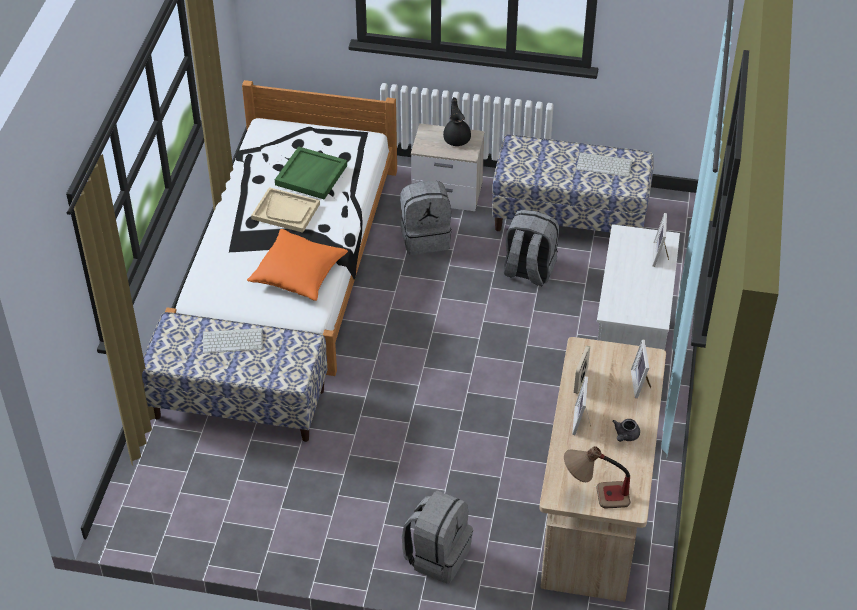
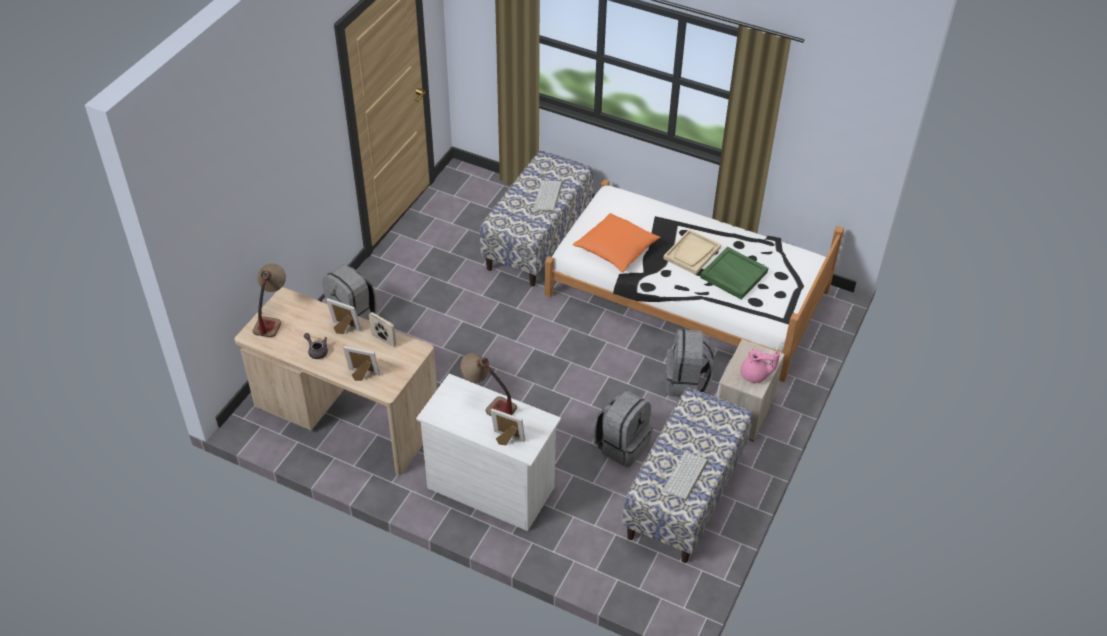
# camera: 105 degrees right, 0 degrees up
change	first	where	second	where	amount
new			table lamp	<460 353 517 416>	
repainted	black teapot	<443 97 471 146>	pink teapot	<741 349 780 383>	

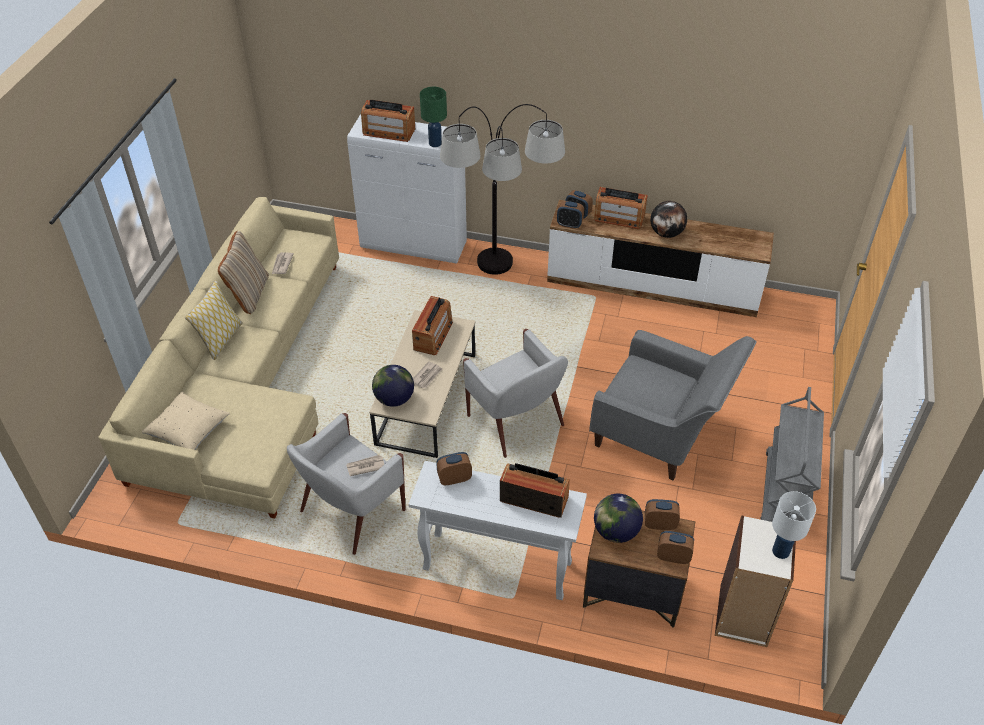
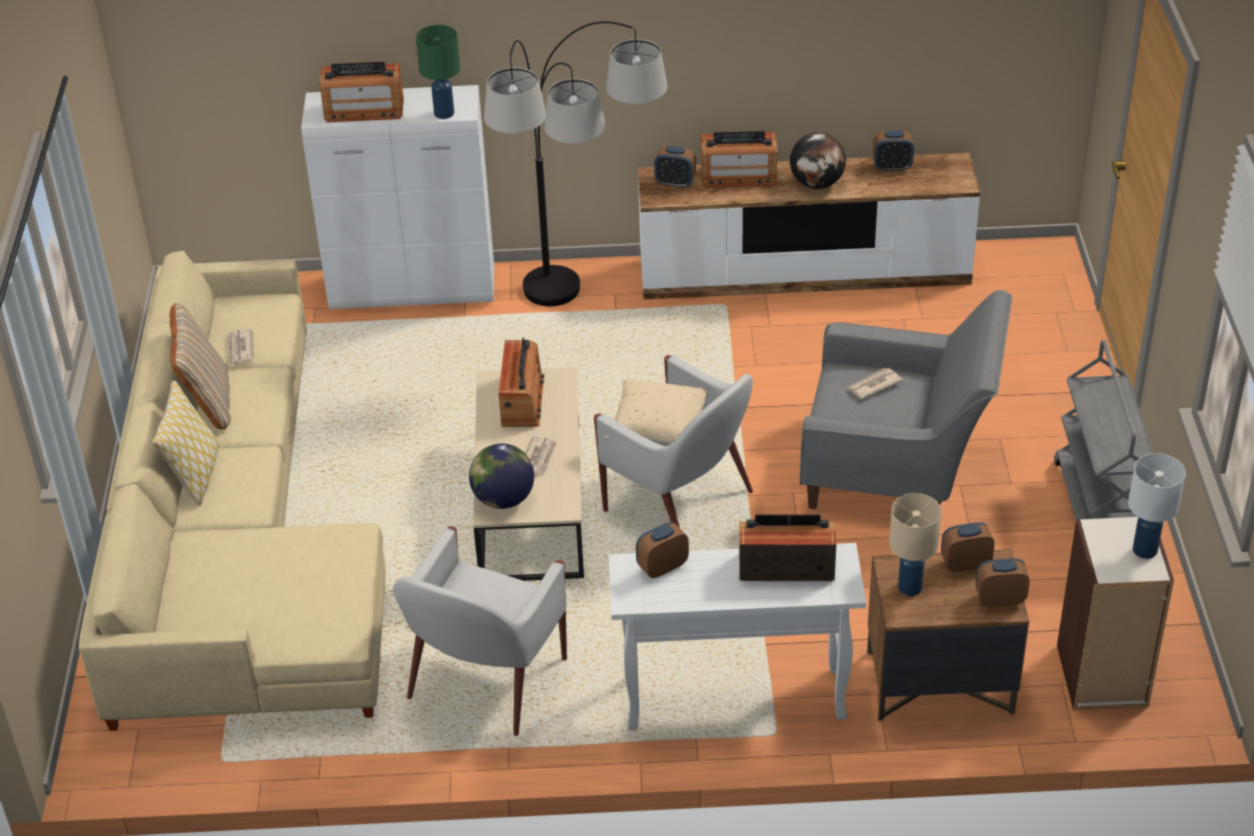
# camera: 15 degrees left, 5 degrees down
change	first	where	second	where	amount
shifted	beige pillow	<142 392 230 450>		<605 379 708 446>	
shifted	newspaper	<346 455 384 476>		<848 368 903 399>	
shifted	alarm clock	<557 201 584 229>		<873 131 914 172>	
swapped	globe	<594 494 643 543>	beige table lamp	<889 493 942 596>	

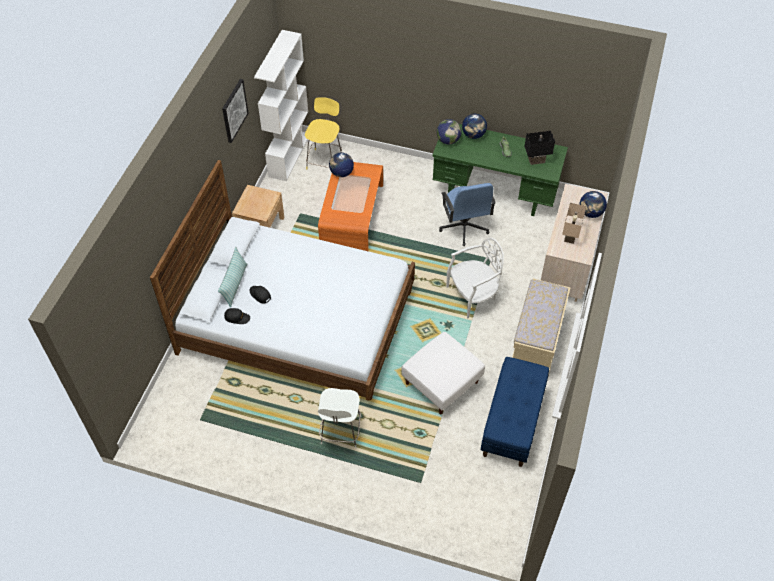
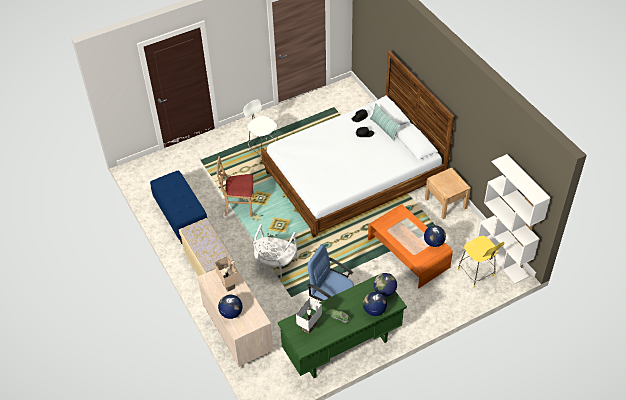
# camera: 135 degrees right, 5 degrees down
change	first	where	second	where	amount
swapped	white ottoman	<401 332 485 414>	beige chair	<216 156 254 217>	
repainted	black table lamp	<524 131 555 165>	white table lamp	<296 298 322 334>	
gone	picture	<222 79 249 143>			

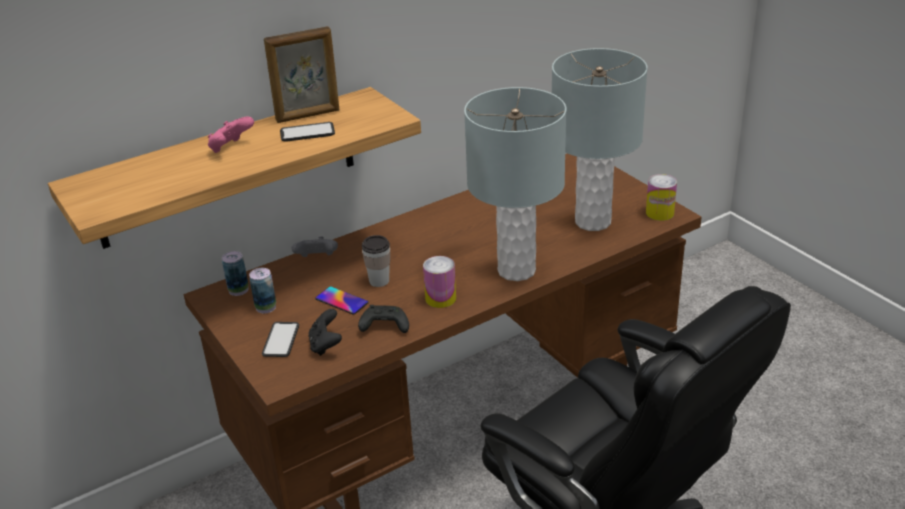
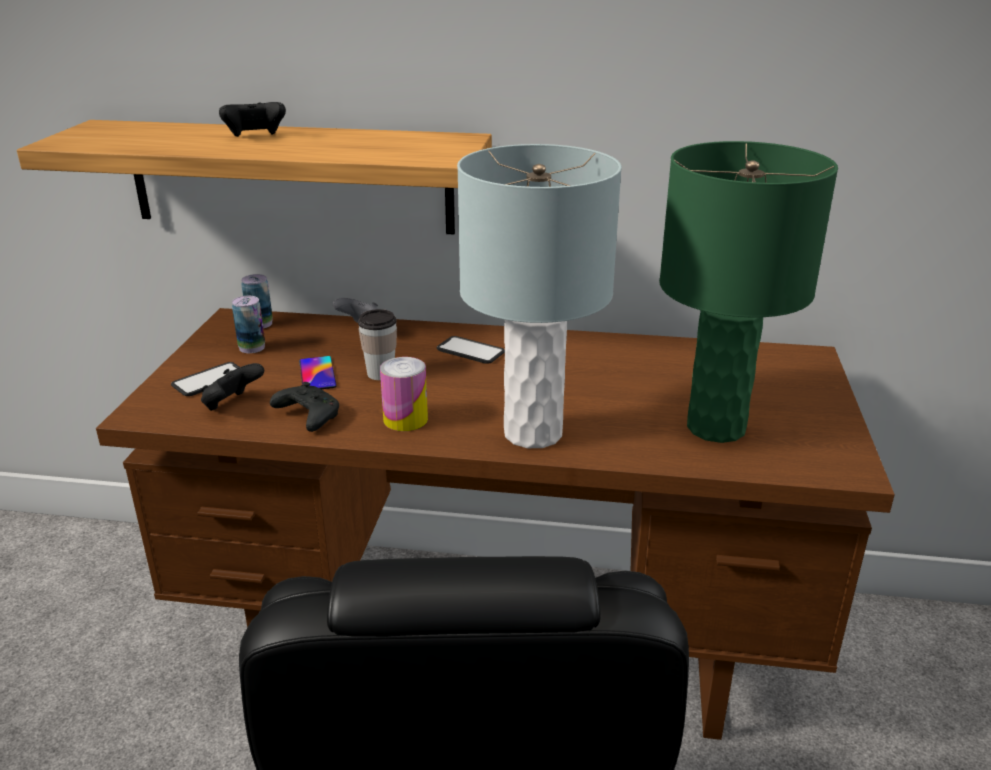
# camera: 40 degrees right, 5 degrees down
change	first	where	second	where	amount
repainted	pink game controller	<208 116 254 153>	black game controller	<219 102 286 137>	
shifted	phone	<280 122 335 142>		<437 336 505 364>	
repainted	grey table lamp	<552 48 648 231>	green table lamp	<659 141 838 443>	
gone	picture frame	<264 26 339 123>			
gone	can	<646 174 677 221>			

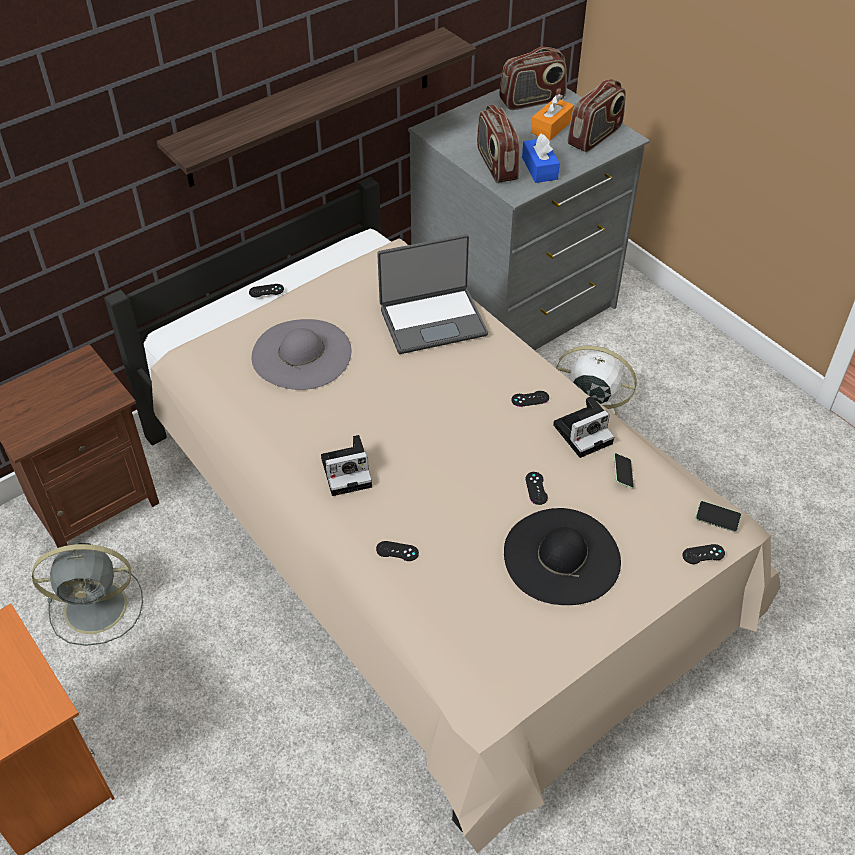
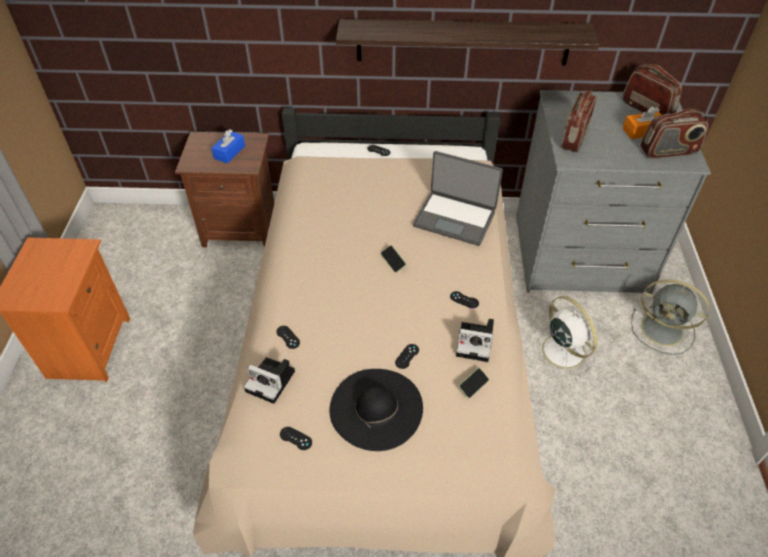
# camera: 40 degrees right, 0 degrees up
change	first	where	second	where	amount
shifted	blue tissue box	<522 133 560 183>		<211 129 245 164>	
shifted	photo camera	<321 435 372 496>		<244 357 295 404>	
shifted	black game controller	<683 544 725 564>		<280 427 312 450>	
shifted	phone	<695 501 742 532>		<381 245 406 273>	
rotated	radio	<499 47 567 110>		<622 64 682 115>	150 degrees counterclockwise
shifted	grey fan	<32 543 143 646>		<631 279 710 355>	
gone	grey hat	<251 319 351 390>			

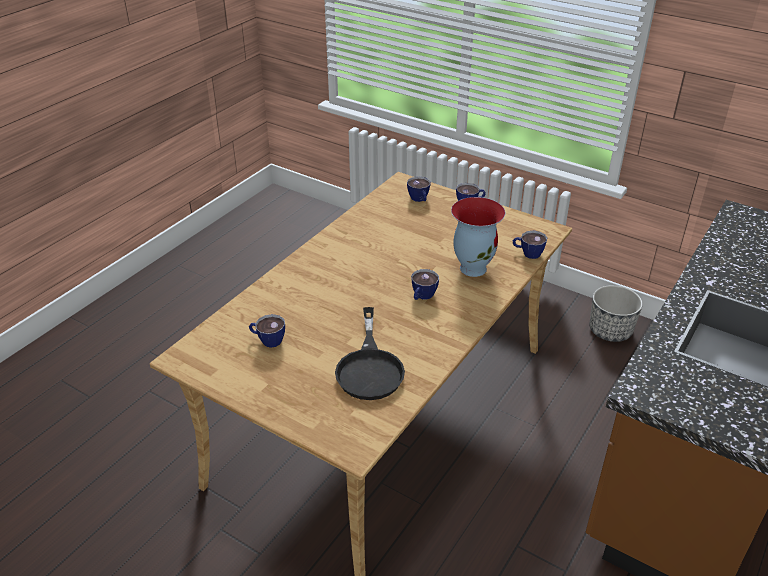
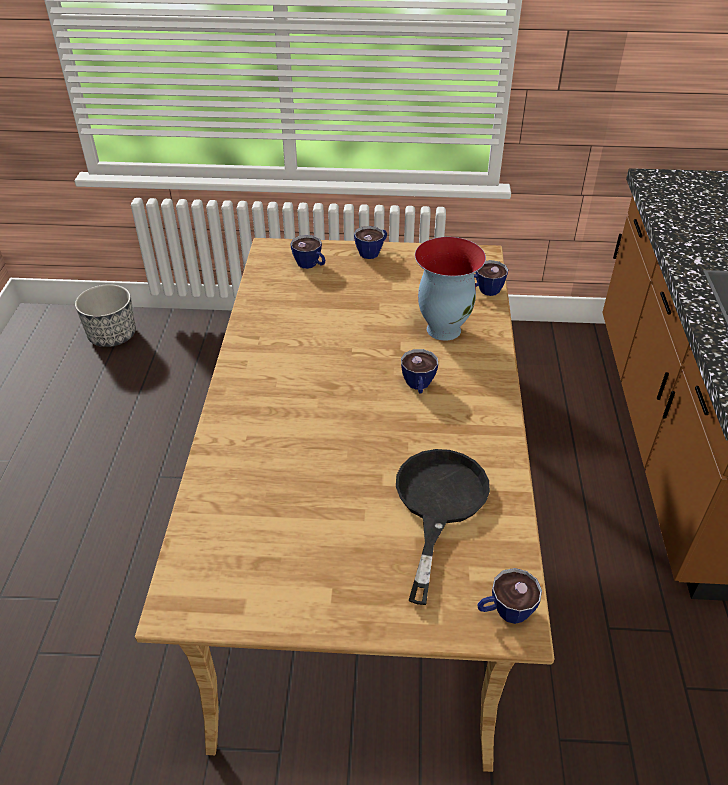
# camera: 30 degrees left, 5 degrees up
change	first	where	second	where	amount
shifted	planter	<589 285 643 342>		<75 284 136 347>	
rotated	black frying pan	<335 307 405 400>		<396 449 490 605>	135 degrees counterclockwise
shifted	cup	<249 314 285 348>		<477 568 542 624>	

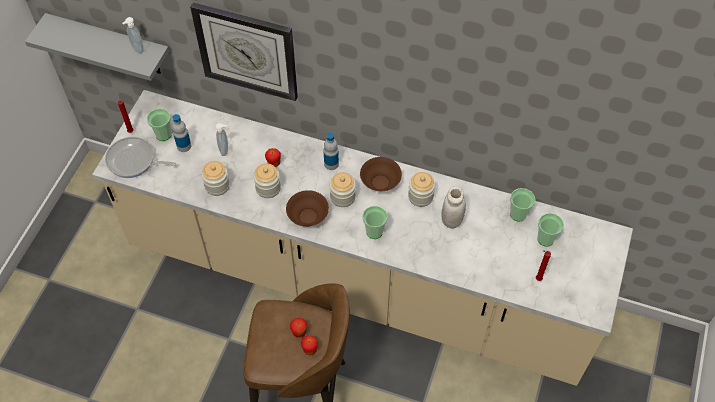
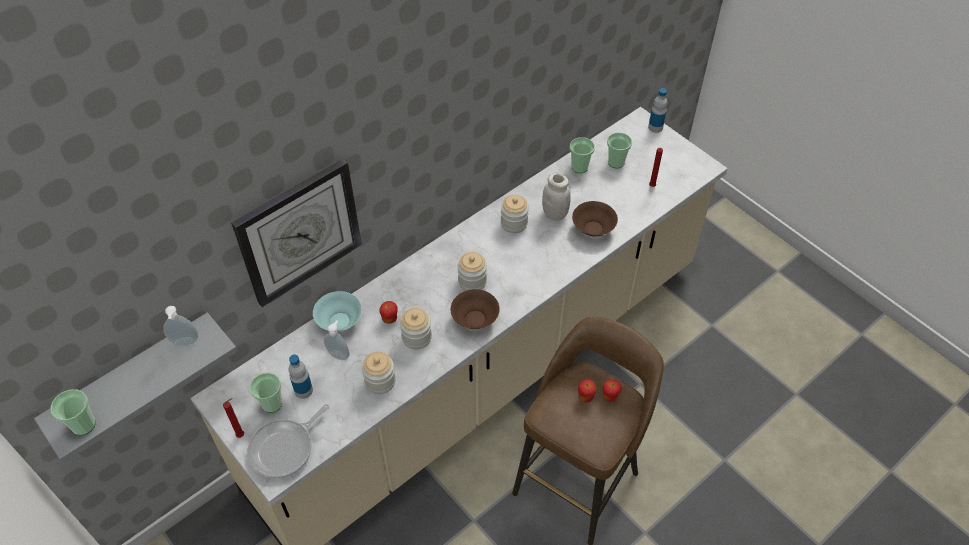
# camera: 60 degrees left, 5 degrees down
change	first	where	second	where	amount
shifted	cup	<362 206 388 239>		<50 389 96 435>	
new			turquoise bowl	<313 291 362 331>	
shifted	brown bowl	<360 157 402 191>		<572 201 618 236>	
shifted	bottle	<323 132 339 170>		<648 88 667 133>	

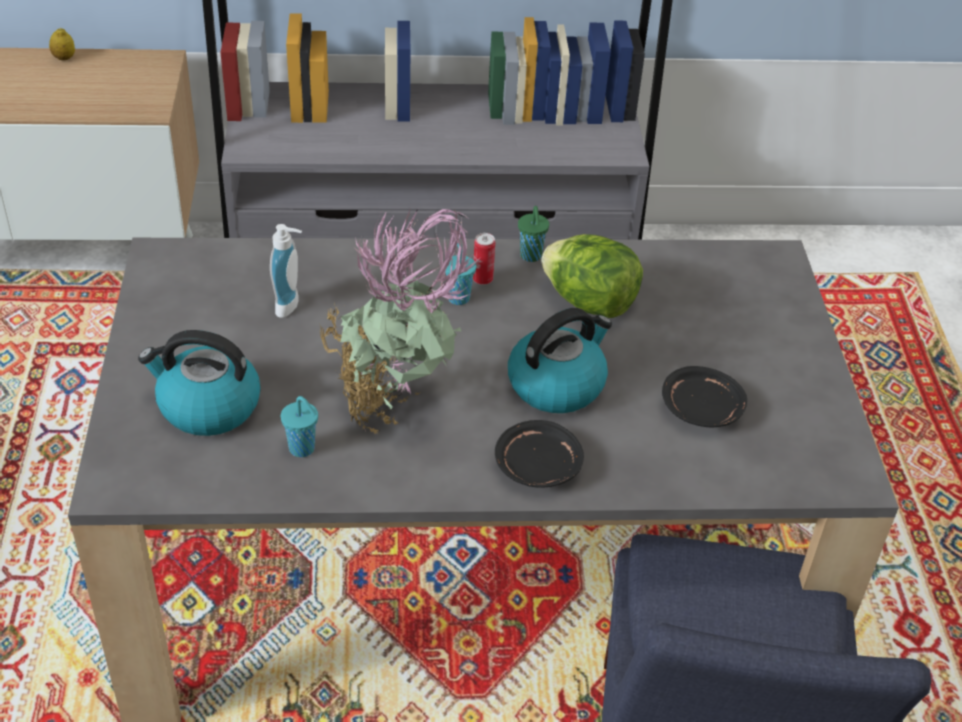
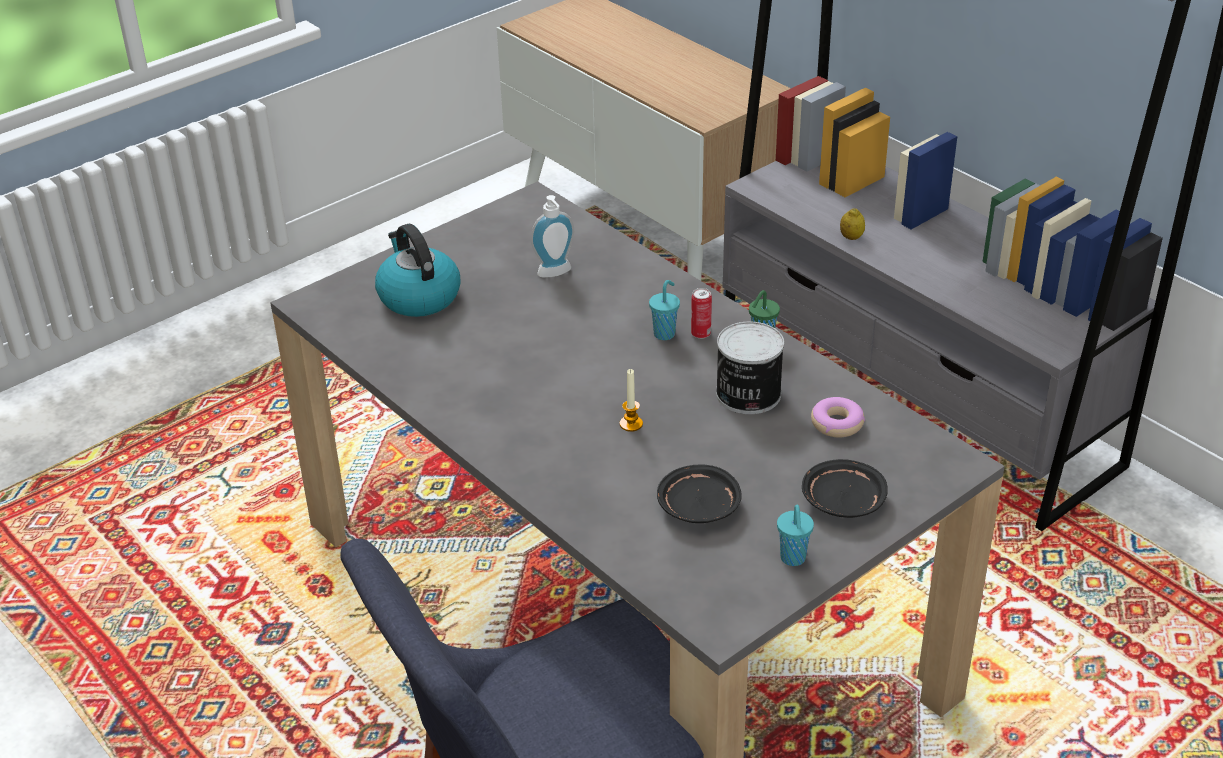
# camera: 55 degrees right, 5 degrees down
change	first	where	second	where	amount
swapped	kettle	<508 308 612 413>	candle	<620 369 643 432>	
swapped	lettuce	<541 234 643 318>	can	<716 322 784 414>	
shifted	turquoise cup	<281 396 318 457>		<777 505 814 566>	
shifted	black plate	<495 420 584 487>		<802 459 888 518>	
new			donut	<811 397 865 437>	
shifted	lemon	<49 28 75 60>		<840 208 865 240>	
gone	potted plant	<319 208 480 434>			

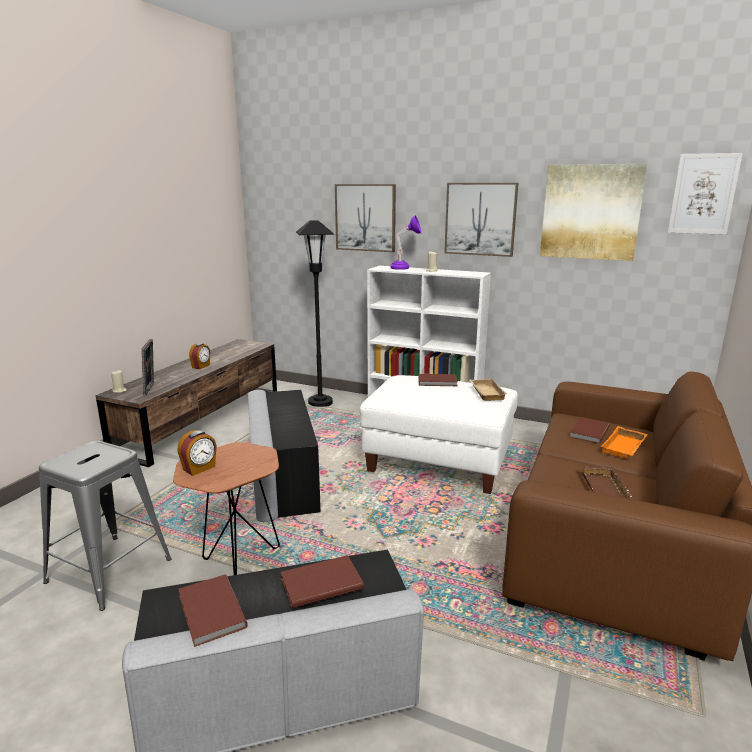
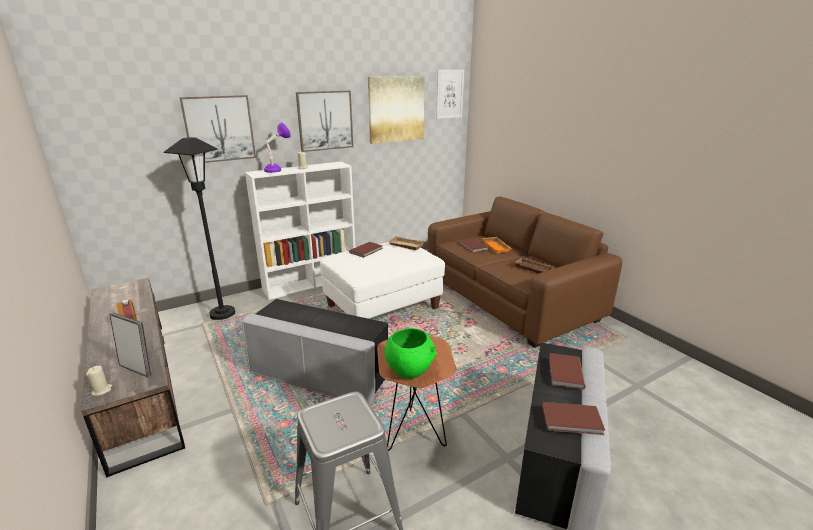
# camera: 55 degrees left, 5 degrees up
change	first	where	second	where	amount
swapped	alarm clock	<177 430 217 476>	green bowl	<385 328 437 379>	

